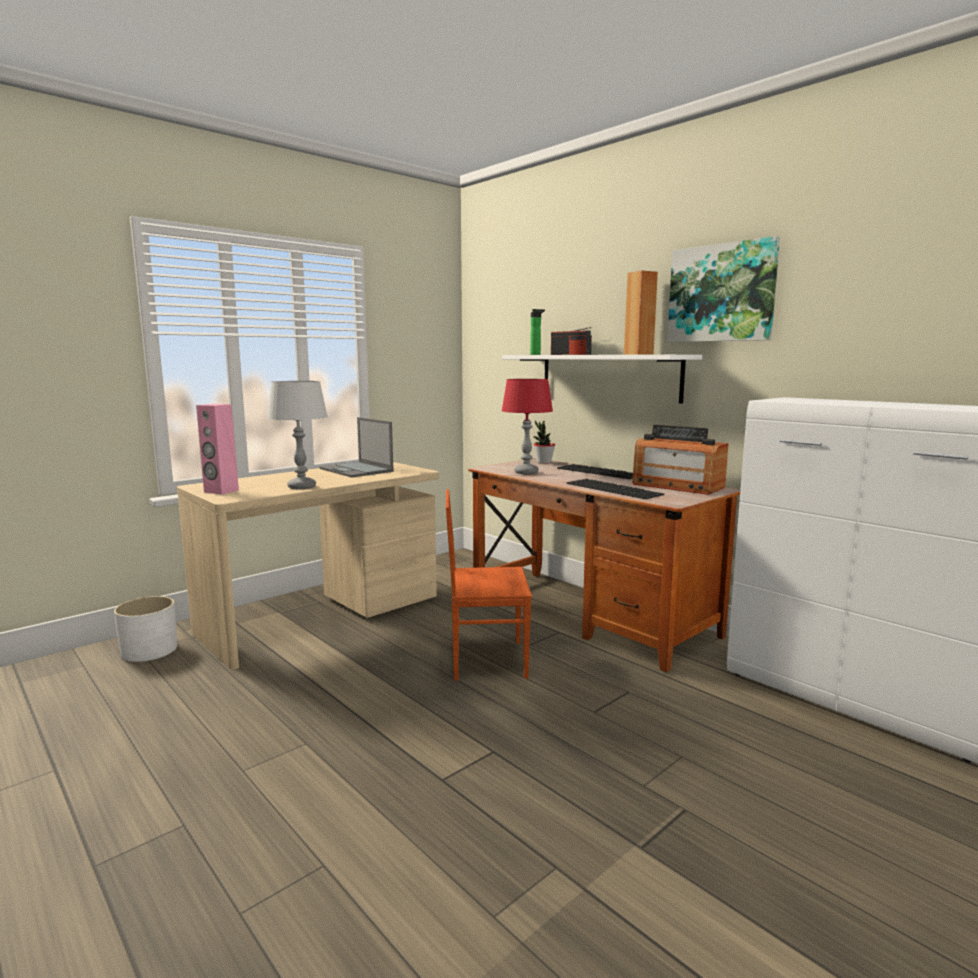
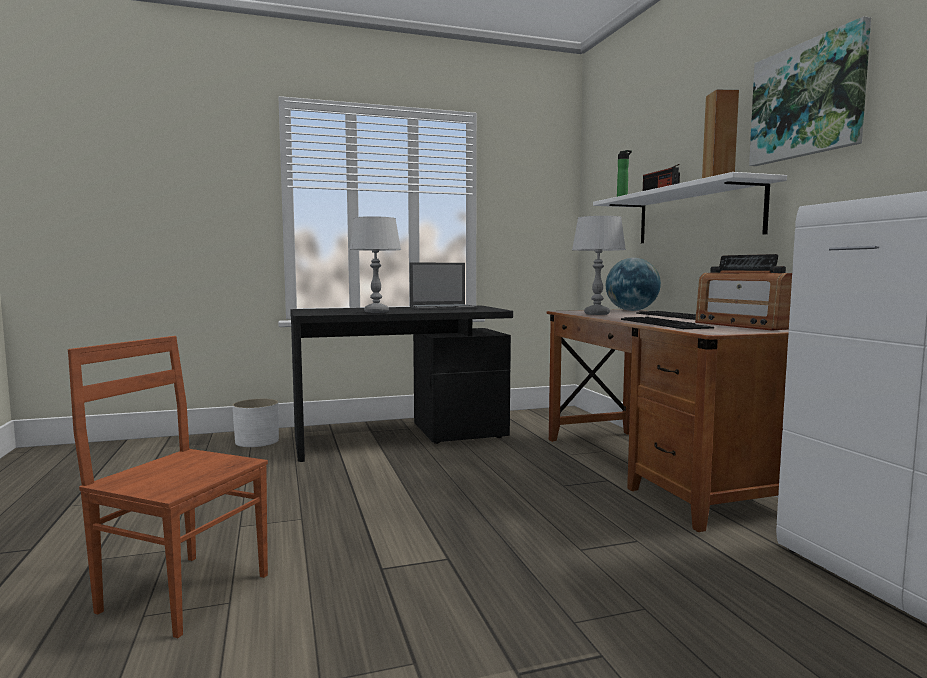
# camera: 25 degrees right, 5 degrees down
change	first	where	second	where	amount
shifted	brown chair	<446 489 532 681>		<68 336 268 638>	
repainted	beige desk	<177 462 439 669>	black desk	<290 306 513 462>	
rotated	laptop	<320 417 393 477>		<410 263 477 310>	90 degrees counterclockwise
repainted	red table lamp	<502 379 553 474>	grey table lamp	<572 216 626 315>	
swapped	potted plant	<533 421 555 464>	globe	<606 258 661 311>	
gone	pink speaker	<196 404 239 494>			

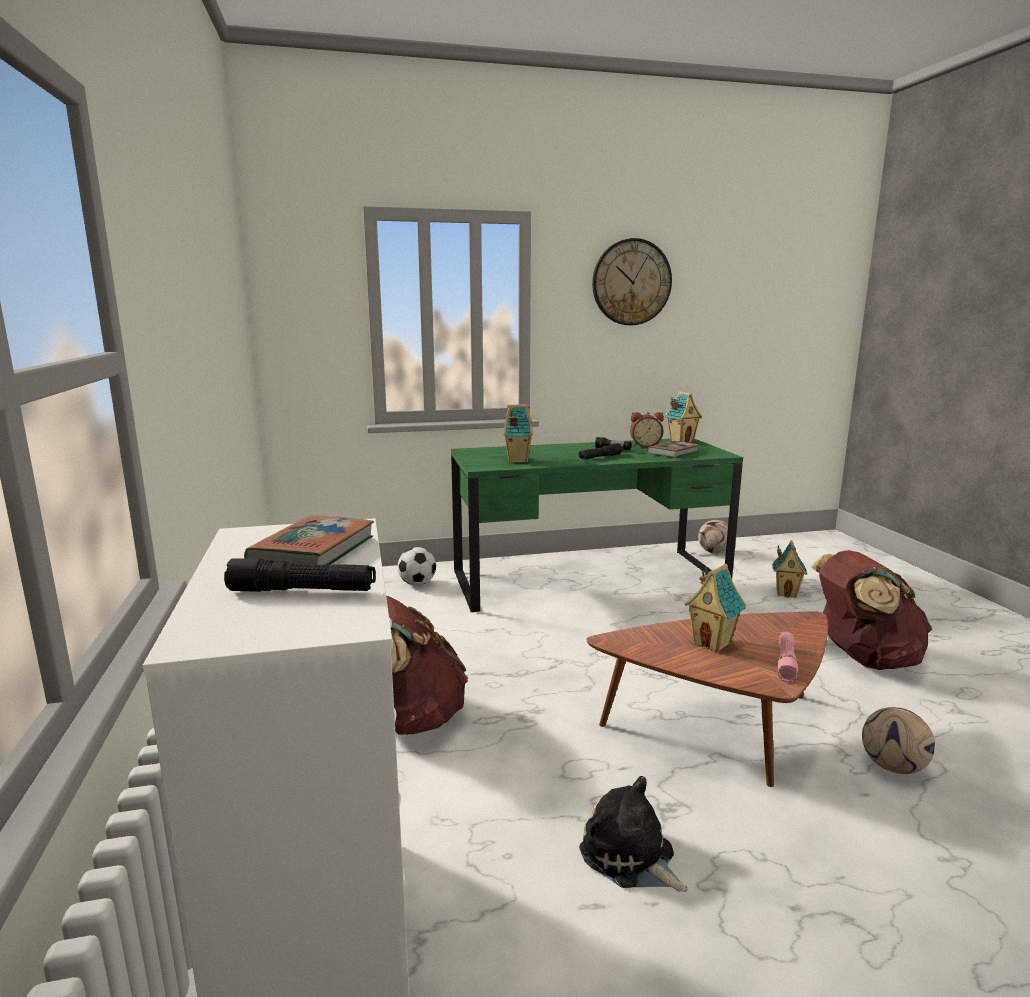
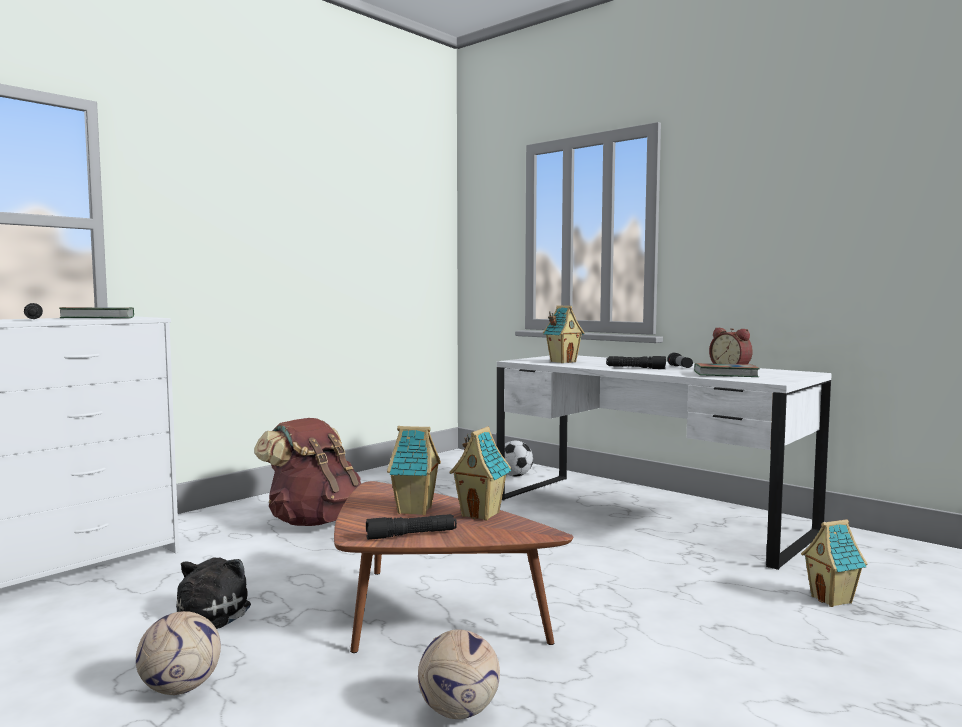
# camera: 55 degrees right, 10 degrees down
change	first	where	second	where	amount
shifted	football	<698 520 728 554>		<136 611 221 695>	
repainted	pink flashlight	<778 632 798 682>	black flashlight	<366 514 457 540>	
shifted	toy house	<665 391 702 443>		<449 426 511 521>	
repainted	green desk	<451 439 743 612>	white desk	<497 356 832 570>	
gone	wall clock	<592 238 672 325>			
gone	brown backpack	<811 550 932 670>			

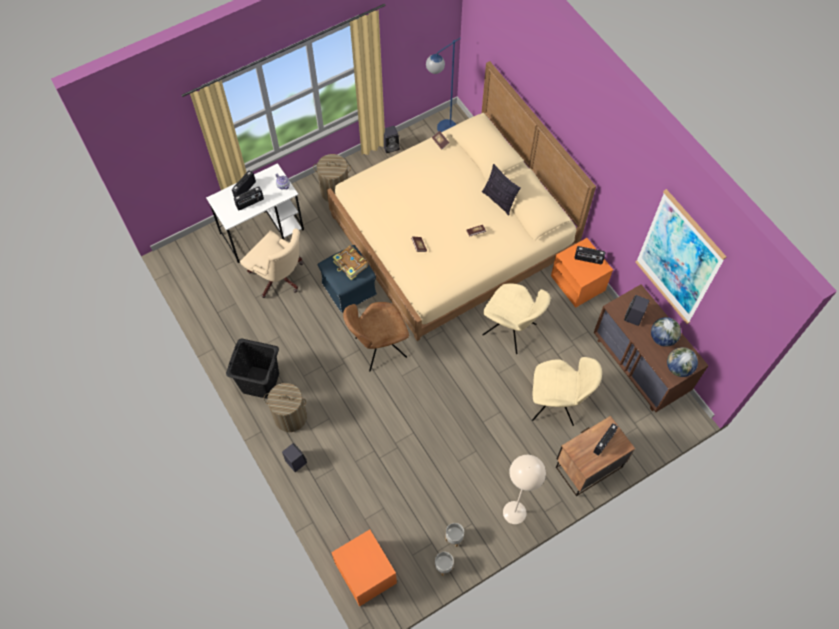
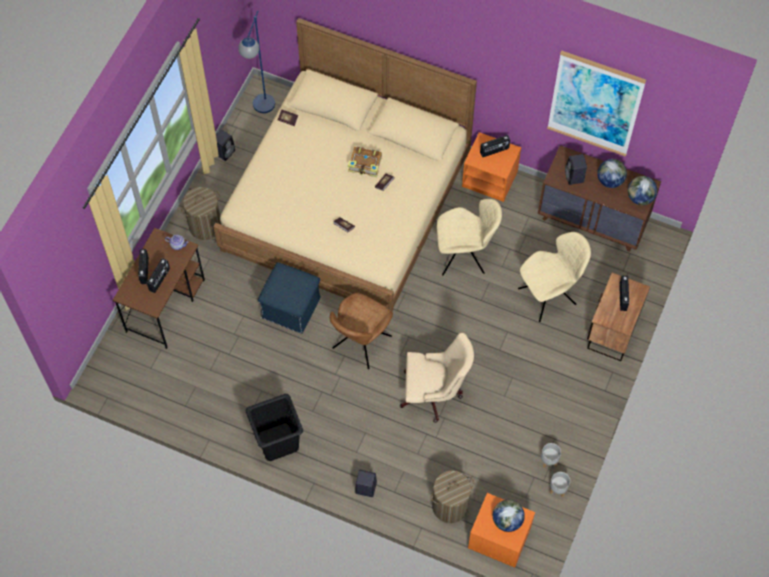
# camera: 35 degrees left, 0 degrees up
change	first	where	second	where	amount
repainted	white desk	<206 163 304 263>	brown desk	<113 228 205 349>	
shifted	book	<333 245 368 280>		<348 147 382 177>	
shifted	beige office chair	<240 228 303 298>		<400 333 474 423>	
shifted	laundry basket	<264 383 307 432>		<431 470 474 523>	
new			globe	<493 500 525 532>	
gone	pillow	<482 164 521 216>			
gone	beige floor lamp	<503 455 546 524>			

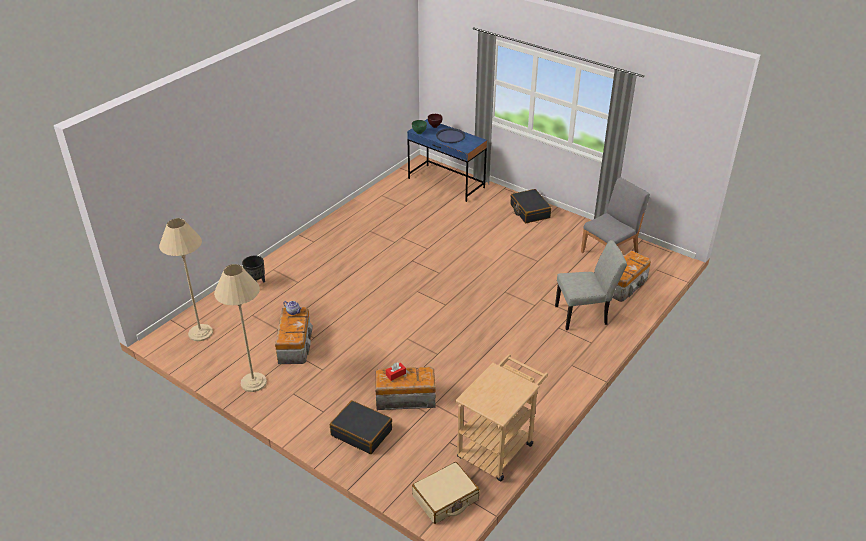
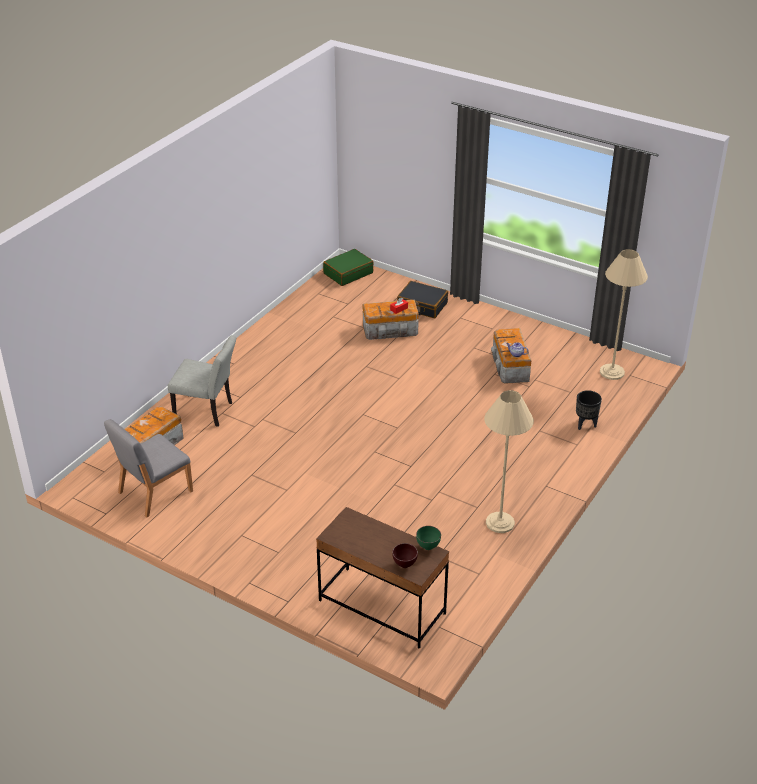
# camera: 175 degrees right, 0 degrees up
change	first	where	second	where	amount
rotated	grey chair	<555 240 627 330>		<168 335 236 427>	150 degrees counterclockwise
repainted	blue desk	<407 119 487 202>	brown desk	<316 507 449 649>	
repainted	beige suitcase	<412 462 479 524>	green suitcase	<323 249 374 286>	
shifted	beige floor lamp	<214 264 267 392>		<484 390 534 533>	
gone	blue tray	<436 128 465 143>			
gone	beige cart	<455 354 548 482>			
gone	black suitcase	<510 189 552 223>			

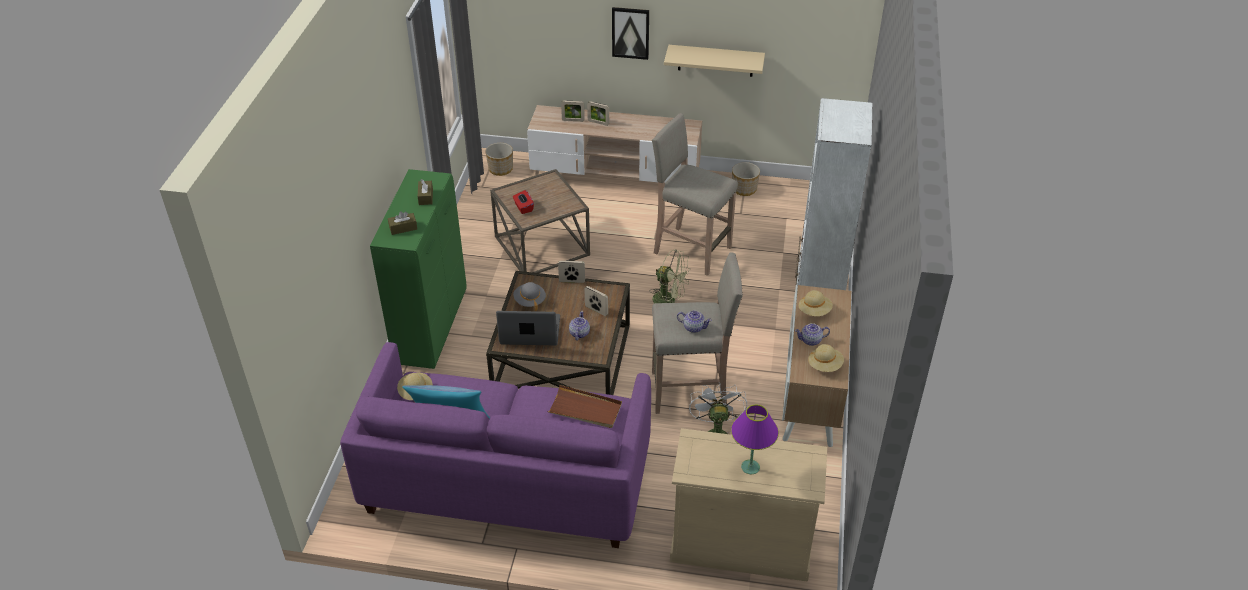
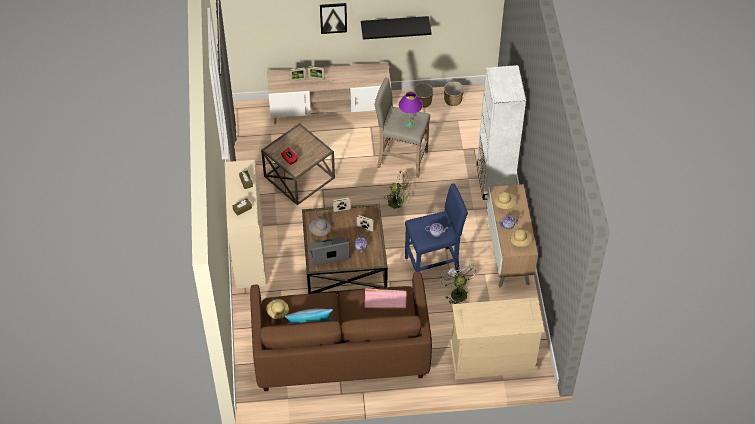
# camera: 15 degrees left, 10 degrees up
change	first	where	second	where	amount
repainted	green cabinet	<370 169 467 369>	beige cabinet	<225 160 266 289>	
repainted	purple sofa	<340 342 651 548>	brown sofa	<250 272 432 391>	
repainted	beige shelf	<664 45 765 77>	black shelf	<361 16 432 40>	
repainted	brown tray	<547 385 622 428>	pink tray	<364 288 406 309>	
shifted	purple table lamp	<731 405 779 474>		<399 91 423 127>	
repainted	beige stool	<652 252 743 414>	blue stool	<405 183 468 274>	
shifted	planter	<485 143 513 176>		<444 82 464 106>	

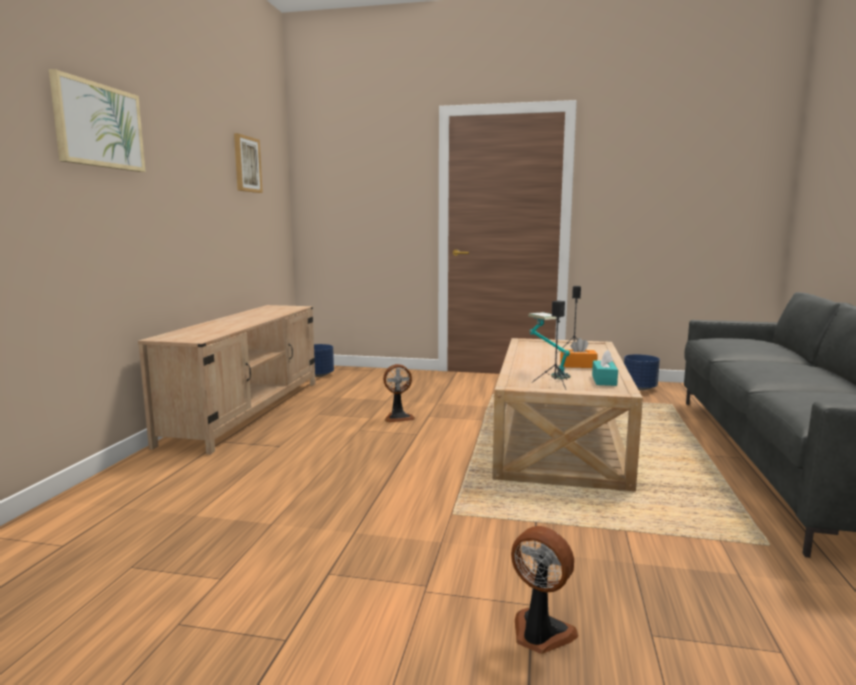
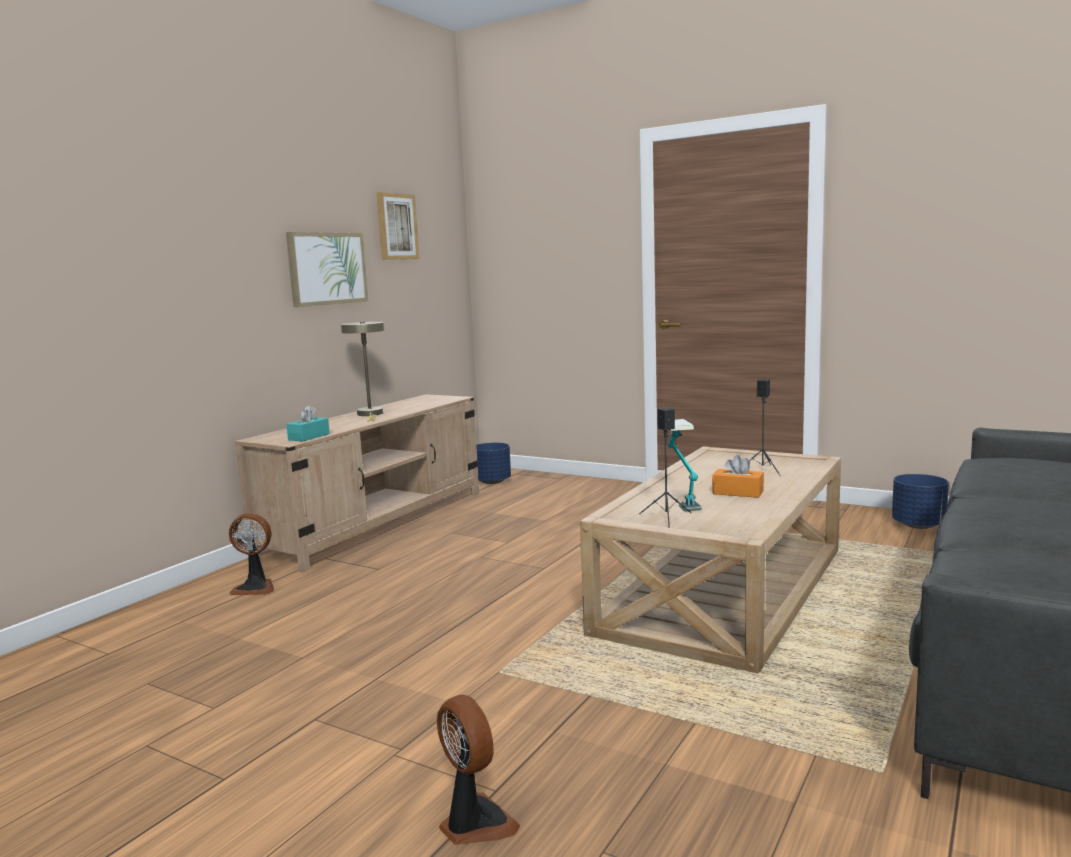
# camera: 20 degrees right, 0 degrees up
change	first	where	second	where	amount
shifted	fan	<383 364 415 422>		<229 513 274 595>	
shifted	picture	<49 69 146 172>		<286 232 368 307>	
shifted	turquoise tissue box	<592 350 618 386>		<286 405 330 442>	
new			beige table lamp	<341 321 384 421>	

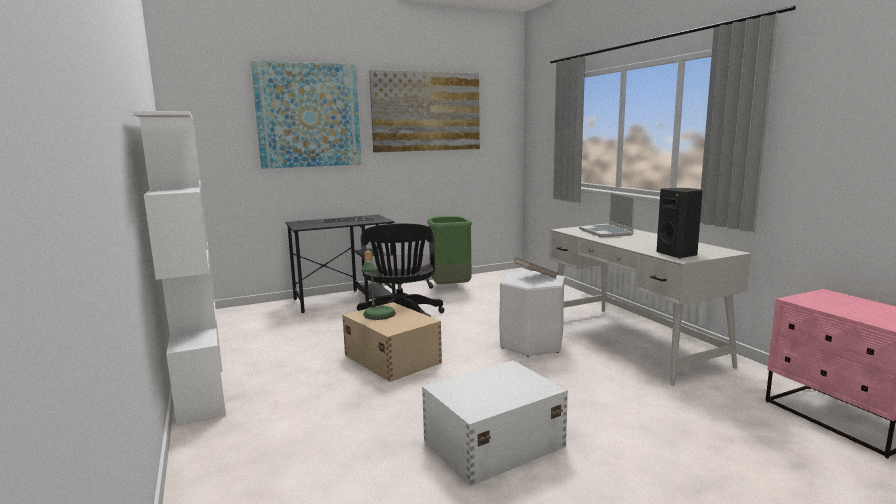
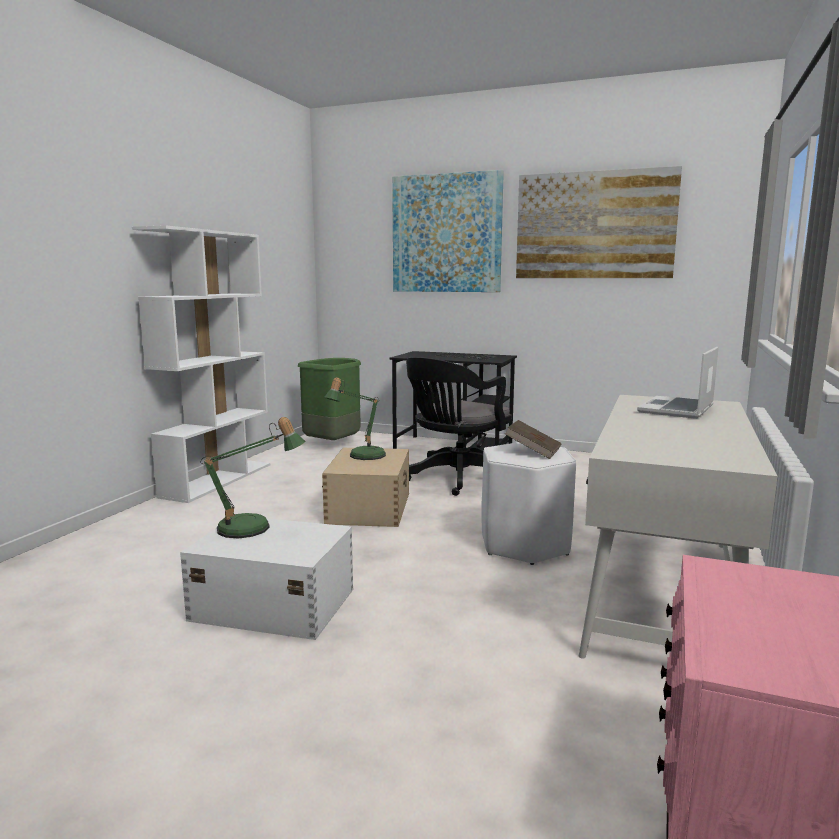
# camera: 45 degrees right, 0 degrees up
change	first	where	second	where	amount
new			table lamp	<200 417 306 539>	
shifted	green trash can	<427 216 472 284>		<298 358 361 440>	
gone	black speaker	<656 188 703 259>			

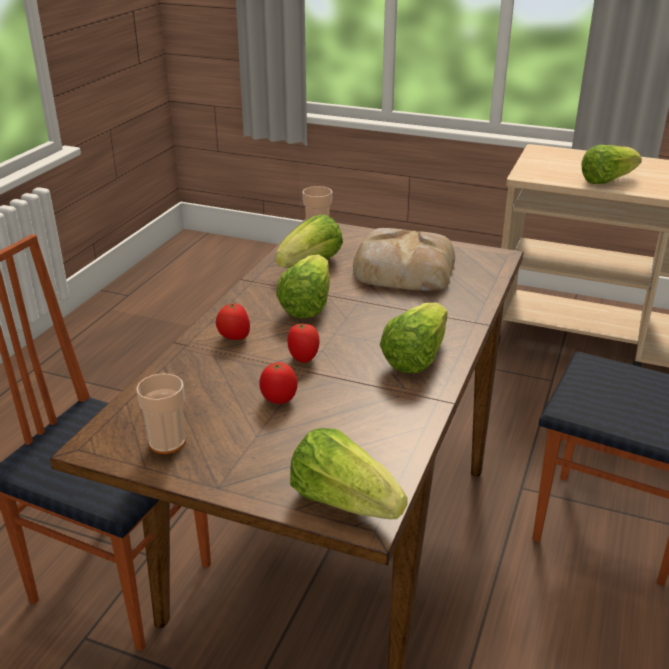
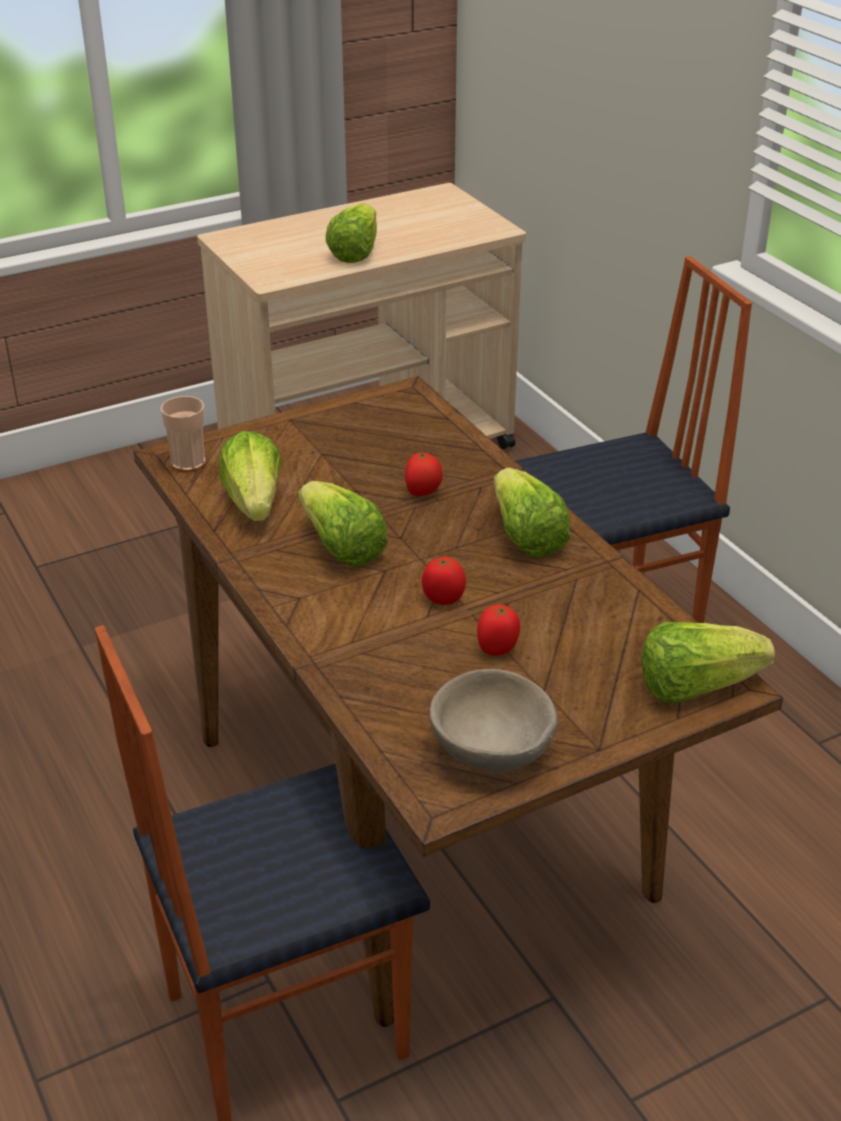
# camera: 50 degrees left, 5 degrees up
change	first	where	second	where	amount
shifted	tomato	<216 303 250 340>		<405 452 443 496>	
swapped	cup	<136 373 186 454>	beige bowl	<429 669 558 772>	
gone	bread	<353 228 455 291>			

